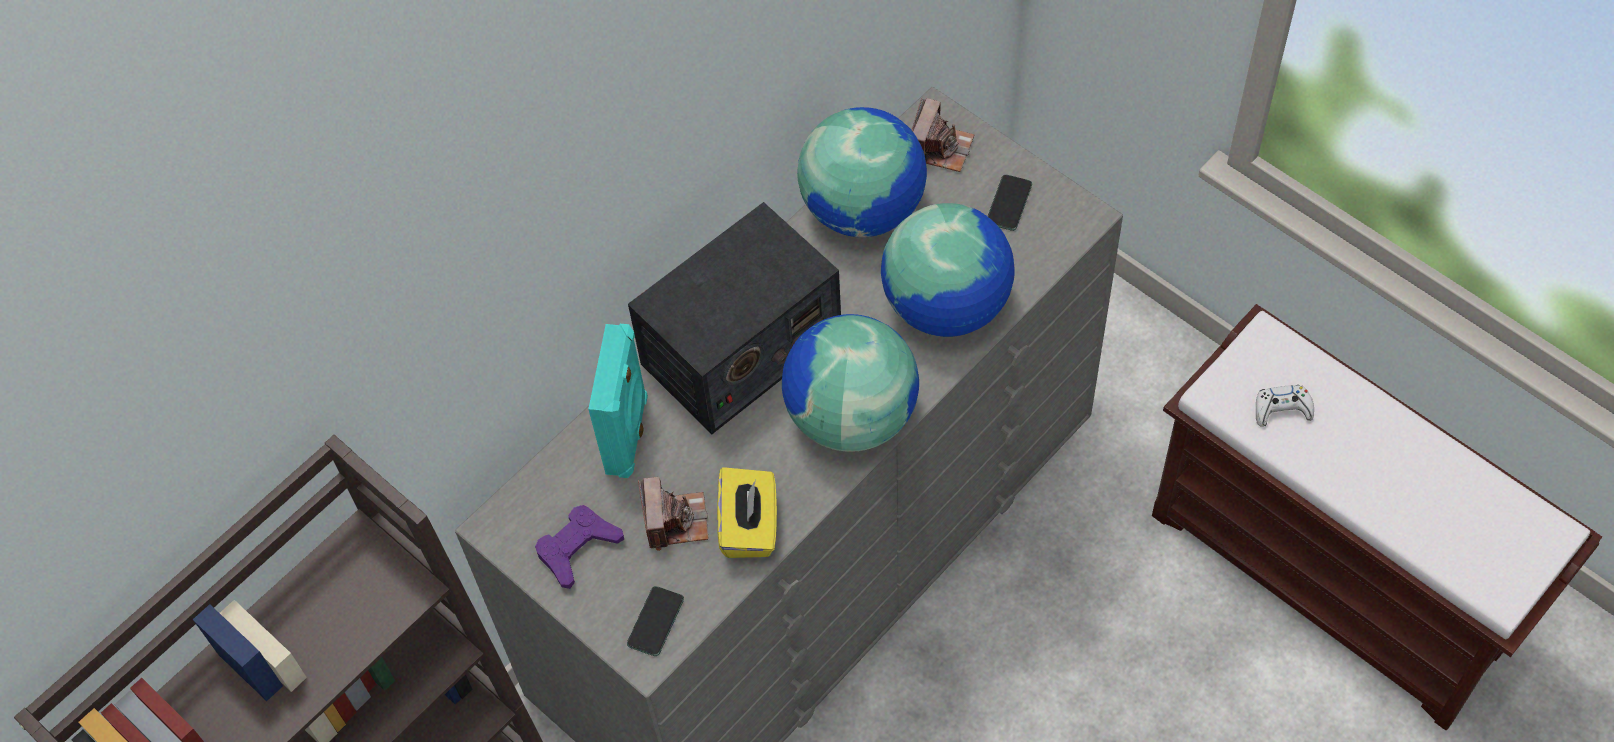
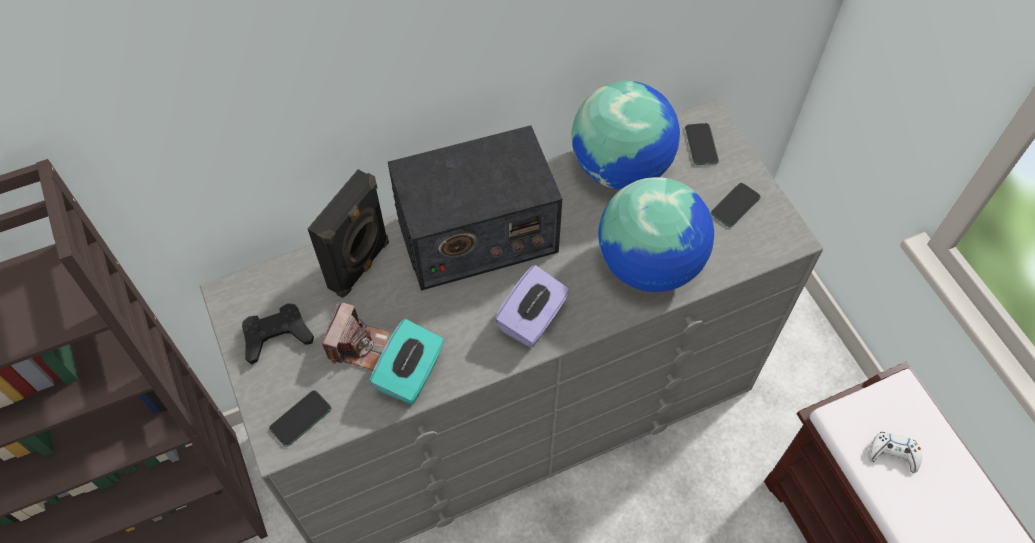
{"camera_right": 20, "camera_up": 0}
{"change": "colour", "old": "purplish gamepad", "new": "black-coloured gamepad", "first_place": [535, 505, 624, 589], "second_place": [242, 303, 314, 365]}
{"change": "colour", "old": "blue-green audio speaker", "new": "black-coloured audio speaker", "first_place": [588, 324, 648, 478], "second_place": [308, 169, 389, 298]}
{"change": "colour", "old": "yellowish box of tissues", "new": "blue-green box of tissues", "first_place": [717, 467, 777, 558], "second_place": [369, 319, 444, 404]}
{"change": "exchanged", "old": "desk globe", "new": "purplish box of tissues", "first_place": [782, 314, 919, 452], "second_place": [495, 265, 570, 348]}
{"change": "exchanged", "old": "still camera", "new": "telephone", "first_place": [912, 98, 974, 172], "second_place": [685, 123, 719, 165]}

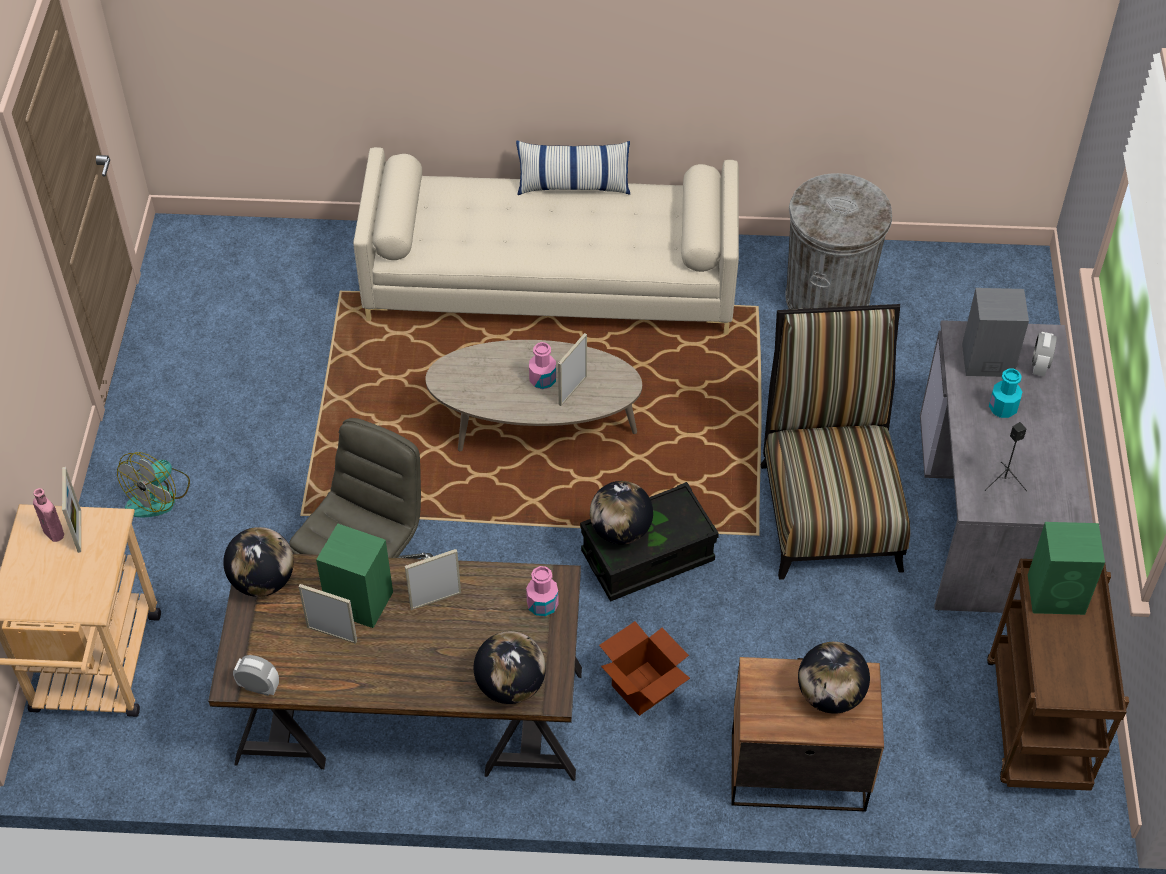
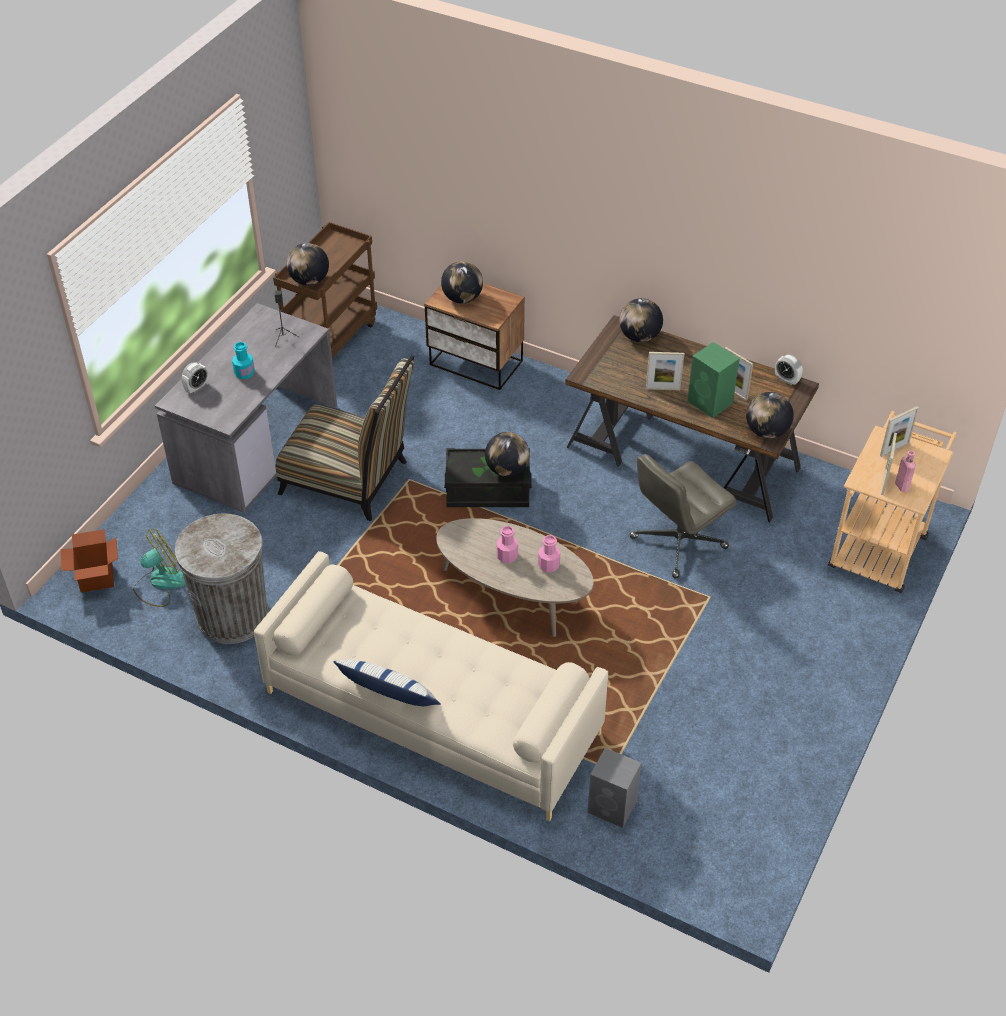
{"camera_right": -155, "camera_up": -5}
{"change": "relocated", "old": "carton", "first_place": [599, 621, 690, 716], "second_place": [60, 529, 118, 593]}
{"change": "relocated", "old": "cooling fan", "first_place": [117, 452, 190, 517], "second_place": [133, 529, 186, 607]}
{"change": "spun", "old": "chair", "first_place": [761, 304, 910, 580], "second_place": [276, 355, 414, 521], "degrees": -90}
{"change": "exchanged", "old": "green audio speaker", "new": "desk globe", "first_place": [1028, 522, 1105, 615], "second_place": [287, 243, 329, 286]}
{"change": "relocated", "old": "pinkish beverage bottle", "first_place": [526, 566, 559, 616], "second_place": [538, 535, 560, 573]}
{"change": "relocated", "old": "greyish audio speaker", "first_place": [962, 288, 1029, 377], "second_place": [587, 748, 641, 828]}
{"change": "relocated", "old": "photo frame", "first_place": [558, 333, 587, 406], "second_place": [880, 406, 919, 457]}

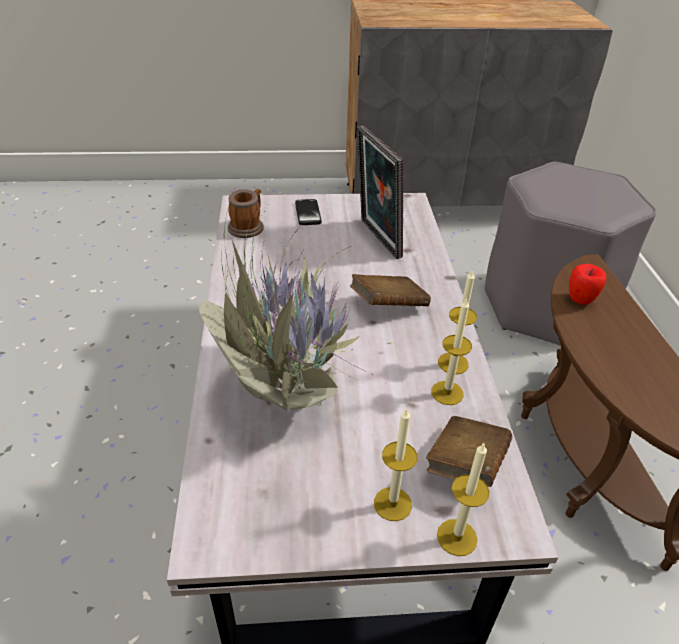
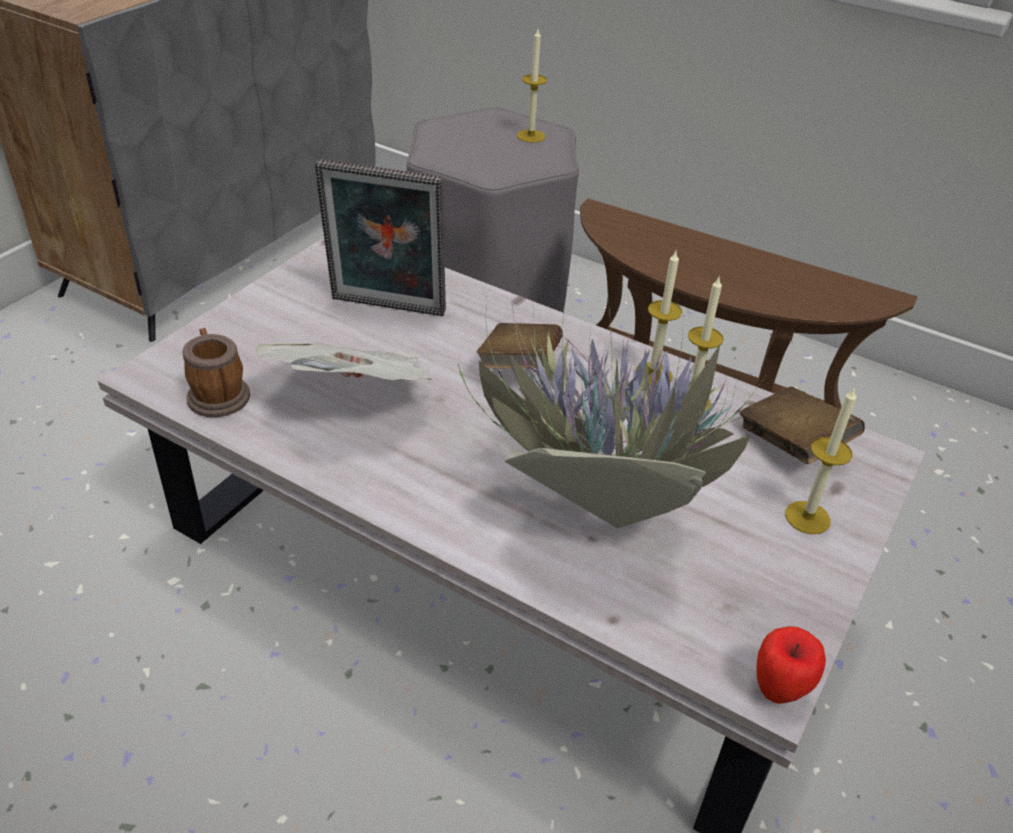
{"camera_right": -55, "camera_up": 0}
{"change": "appeared", "new": "daily paper", "second_place": [255, 342, 431, 380]}
{"change": "relocated", "old": "wax light", "first_place": [437, 443, 489, 556], "second_place": [517, 29, 547, 143]}
{"change": "relocated", "old": "apple fruit", "first_place": [569, 264, 607, 305], "second_place": [756, 626, 826, 704]}
{"change": "missing", "old": "telephone", "first_place": [295, 199, 322, 225]}

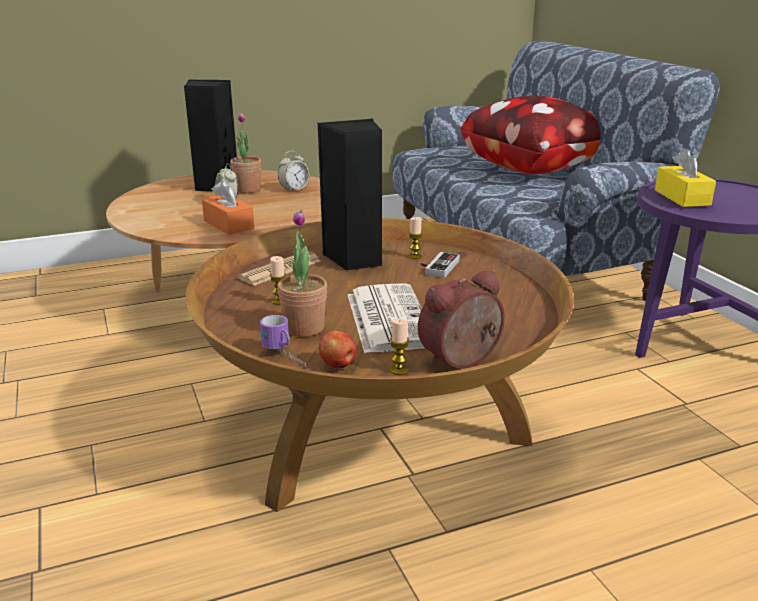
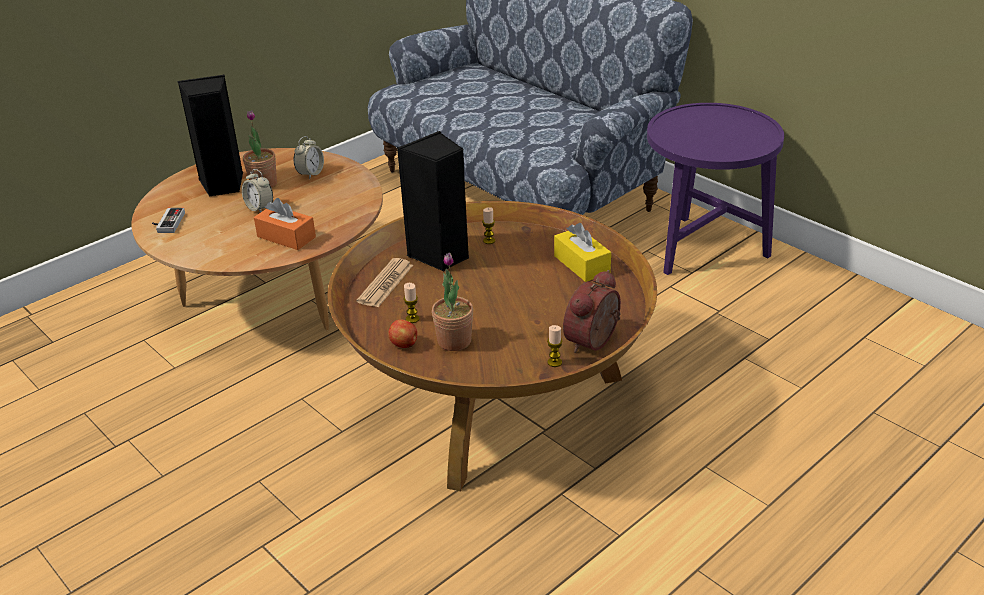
{"camera_right": -20, "camera_up": 10}
{"change": "relocated", "old": "gamepad", "first_place": [420, 252, 460, 278], "second_place": [152, 208, 185, 233]}
{"change": "relocated", "old": "apple fruit", "first_place": [319, 330, 356, 368], "second_place": [389, 320, 417, 348]}
{"change": "relocated", "old": "yellowish box of tissues", "first_place": [655, 149, 716, 207], "second_place": [554, 223, 611, 282]}
{"change": "missing", "old": "tea mug", "first_place": [260, 315, 306, 366]}
{"change": "missing", "old": "daily paper", "first_place": [348, 283, 425, 353]}
{"change": "missing", "old": "cushion", "first_place": [461, 96, 600, 174]}

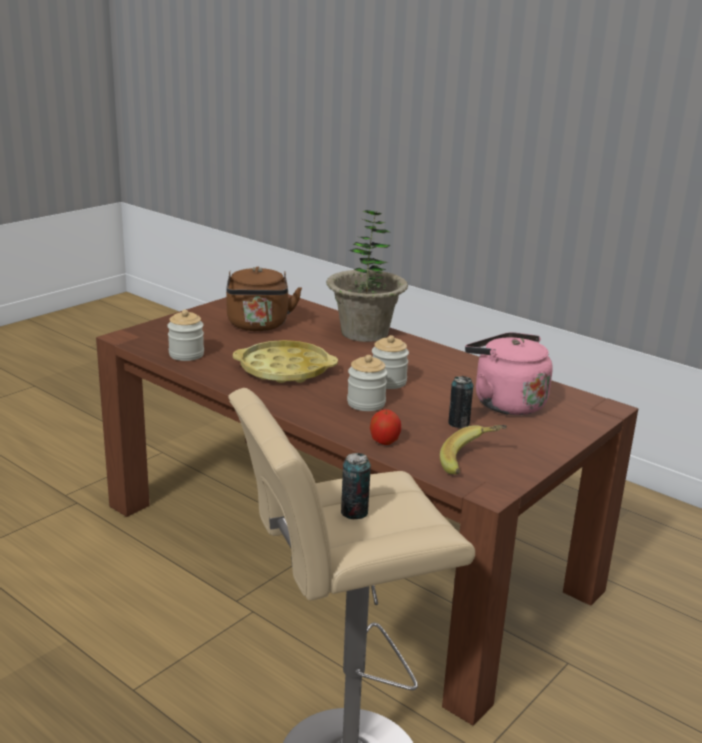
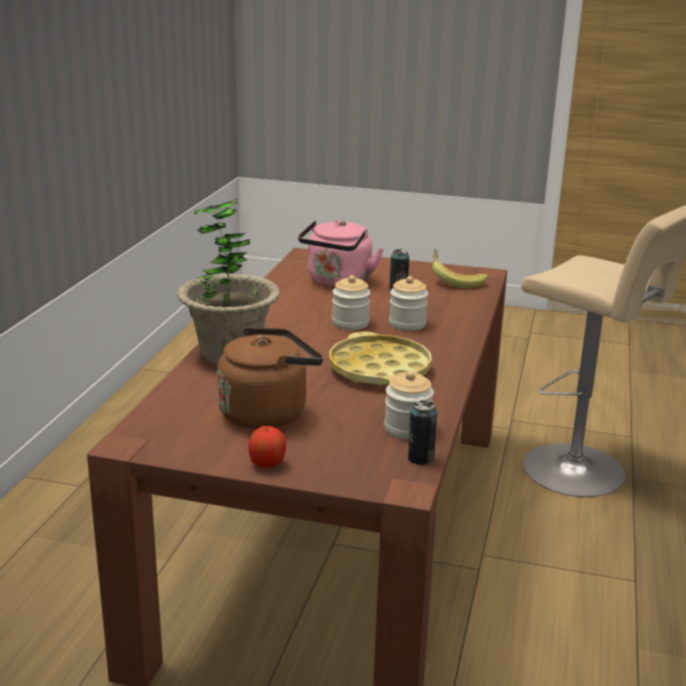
{"camera_right": -115, "camera_up": 0}
{"change": "relocated", "old": "apple fruit", "first_place": [370, 409, 401, 445], "second_place": [248, 426, 286, 468]}
{"change": "relocated", "old": "metal can", "first_place": [341, 453, 371, 519], "second_place": [408, 400, 438, 465]}

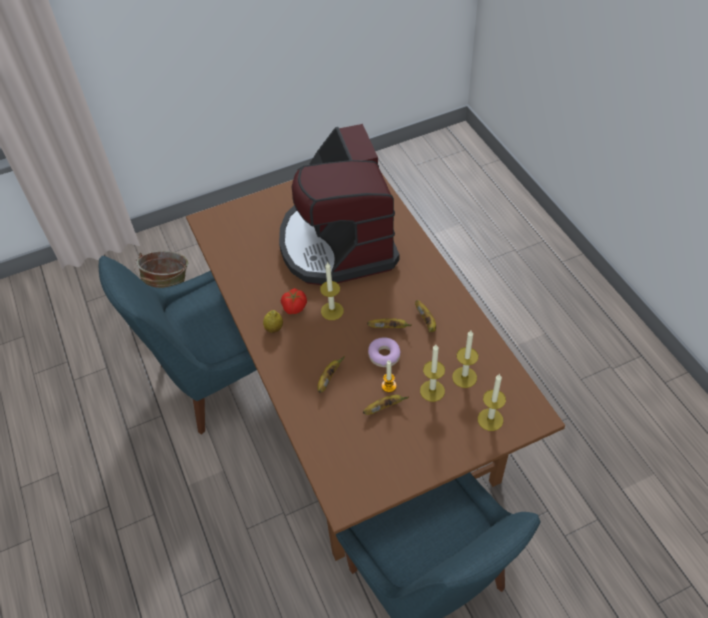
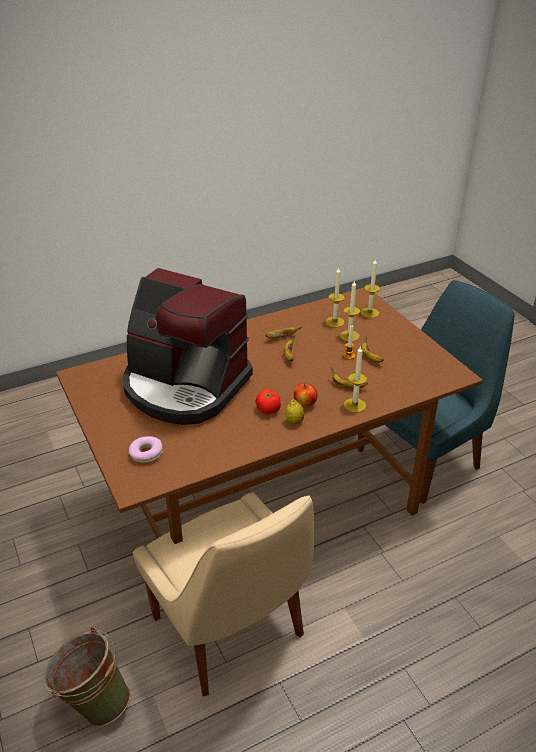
{"camera_right": -95, "camera_up": -15}
{"change": "spun", "old": "coffee machine", "first_place": [279, 124, 399, 285], "second_place": [123, 268, 253, 425], "degrees": 45}
{"change": "relocated", "old": "donut", "first_place": [368, 337, 401, 367], "second_place": [129, 436, 163, 463]}
{"change": "colour", "old": "blue-coloured chair", "new": "beige-coloured chair", "first_place": [99, 256, 257, 435], "second_place": [133, 492, 314, 696]}
{"change": "appeared", "new": "apple fruit", "second_place": [294, 383, 318, 407]}
{"change": "relocated", "old": "wax light", "first_place": [320, 261, 344, 320], "second_place": [344, 345, 367, 413]}

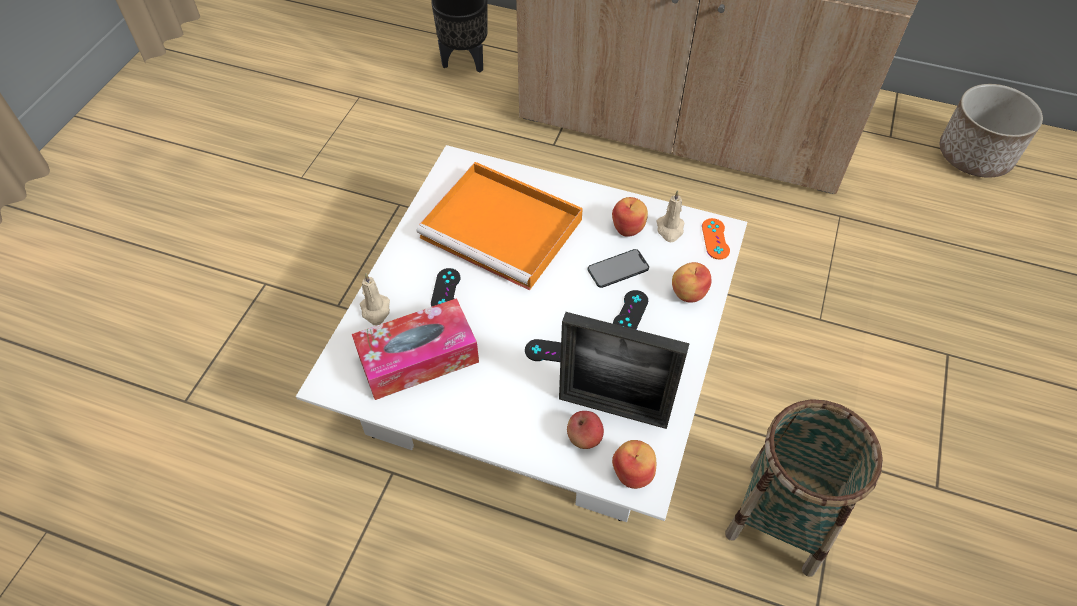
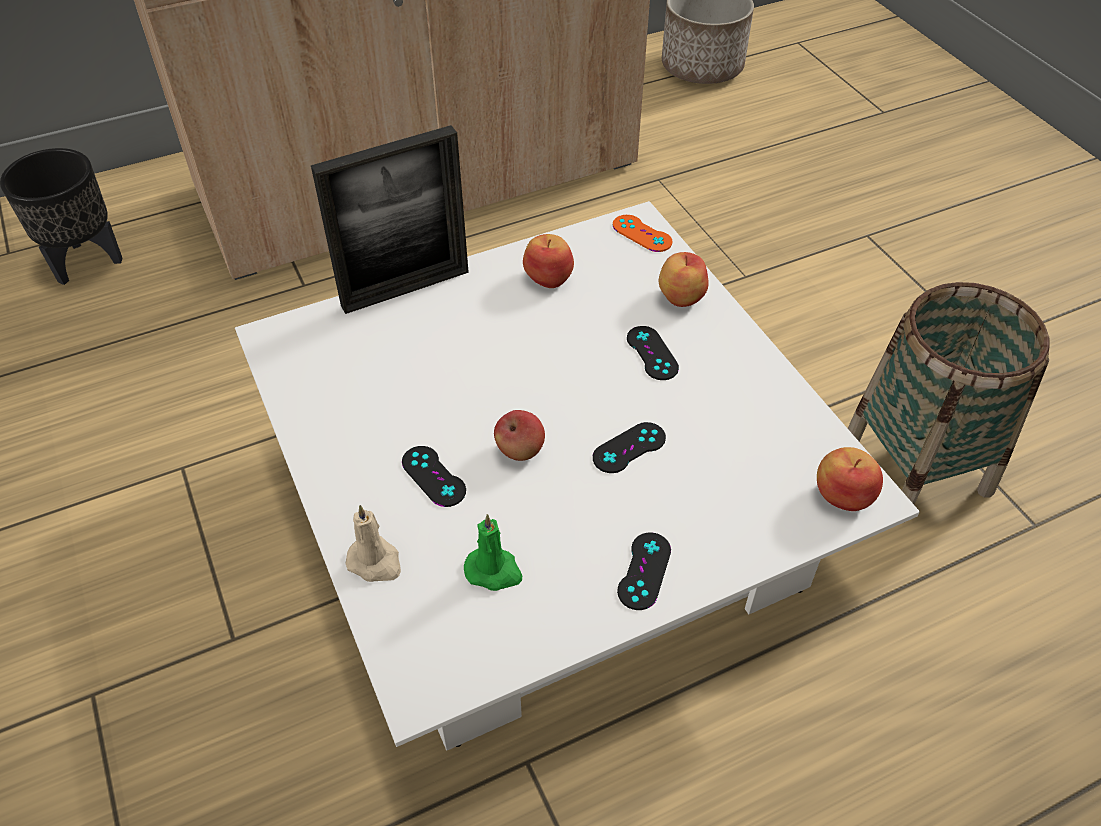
{"camera_right": -45, "camera_up": -5}
{"change": "relocated", "old": "photo frame", "first_place": [559, 312, 690, 429], "second_place": [311, 125, 469, 314]}
{"change": "exchanged", "old": "box of tissues", "new": "green wax light", "first_place": [352, 298, 479, 400], "second_place": [464, 514, 522, 591]}
{"change": "relocated", "old": "apple fruit", "first_place": [567, 411, 604, 449], "second_place": [494, 410, 545, 461]}
{"change": "appeared", "new": "black-coloured gamepad", "second_place": [617, 532, 671, 610]}
{"change": "missing", "old": "orangey carrying tray", "first_place": [416, 162, 583, 291]}
{"change": "missing", "old": "telephone", "first_place": [588, 249, 649, 288]}
{"change": "missing", "old": "beige-coloured wax light", "first_place": [657, 190, 685, 242]}

